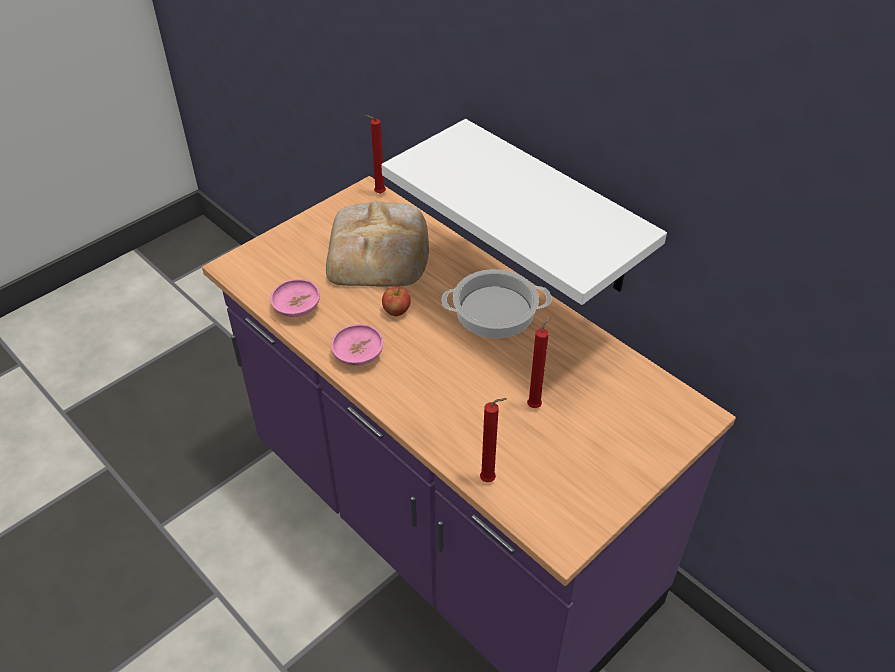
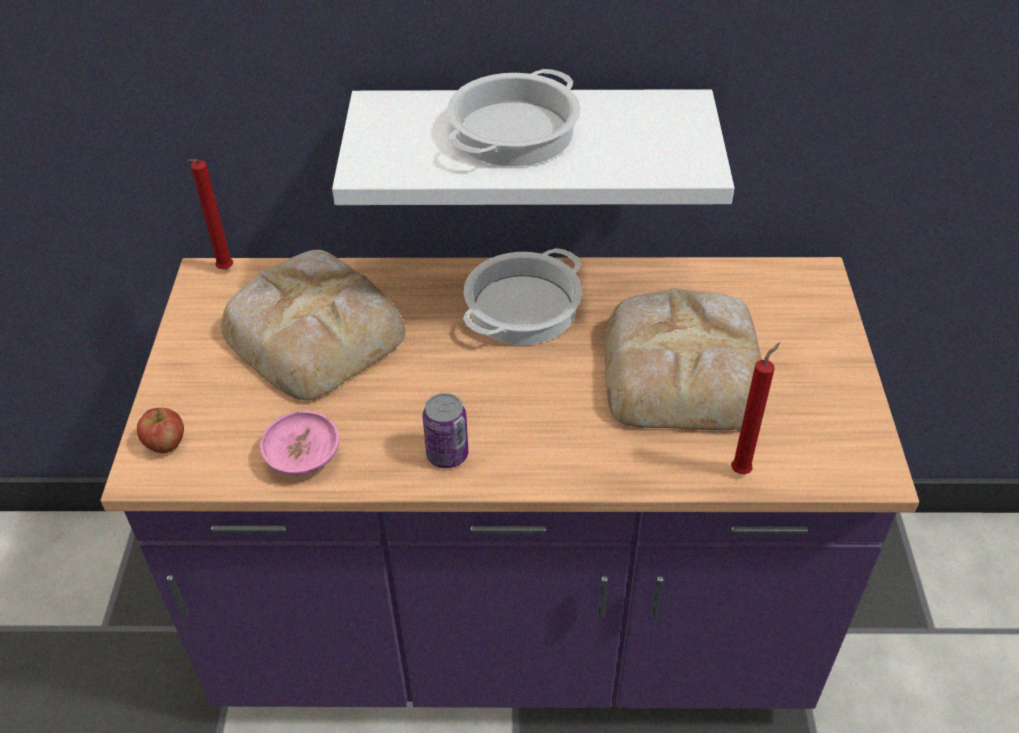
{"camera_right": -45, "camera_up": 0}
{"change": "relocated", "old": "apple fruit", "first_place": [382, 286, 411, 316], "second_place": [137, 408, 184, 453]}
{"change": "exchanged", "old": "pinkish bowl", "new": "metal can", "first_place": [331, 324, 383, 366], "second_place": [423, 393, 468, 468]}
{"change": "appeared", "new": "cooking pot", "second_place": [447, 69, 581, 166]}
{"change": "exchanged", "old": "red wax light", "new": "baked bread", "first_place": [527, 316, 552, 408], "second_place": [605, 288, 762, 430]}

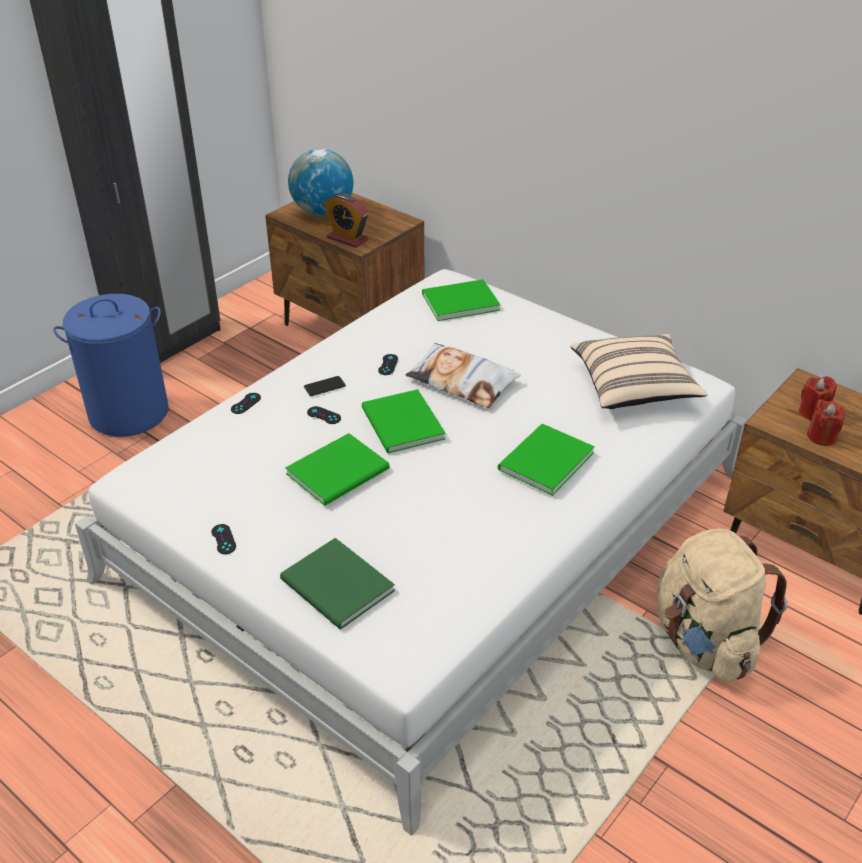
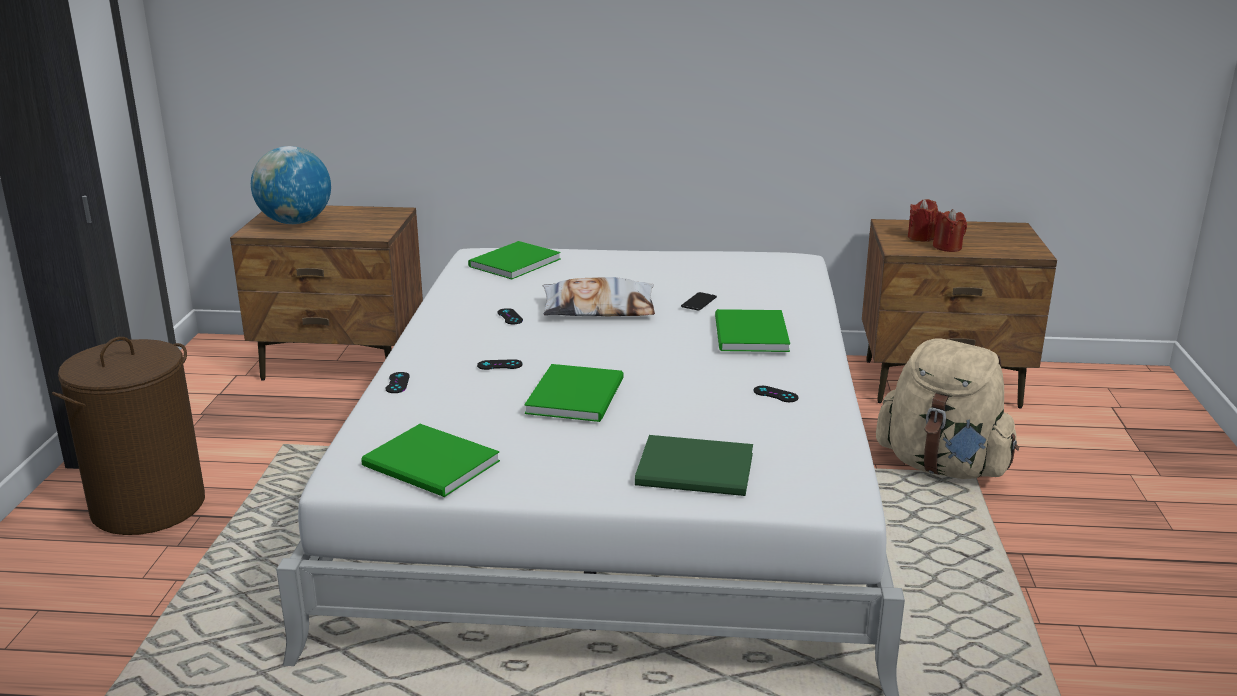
{"camera_right": -35, "camera_up": -15}
{"change": "colour", "old": "blue-coloured hamper", "new": "brown-coloured hamper", "first_place": [53, 294, 169, 437], "second_place": [52, 337, 205, 535]}
{"change": "relocated", "old": "green volume", "first_place": [362, 389, 446, 454], "second_place": [361, 424, 500, 497]}
{"change": "relocated", "old": "telephone", "first_place": [304, 376, 346, 396], "second_place": [681, 292, 717, 310]}
{"change": "relocated", "old": "black-coloured gamepad", "first_place": [211, 524, 236, 554], "second_place": [754, 386, 798, 402]}
{"change": "missing", "old": "bedside clock", "first_place": [323, 193, 369, 248]}
{"change": "missing", "old": "beige-coloured cushion", "first_place": [571, 334, 708, 409]}

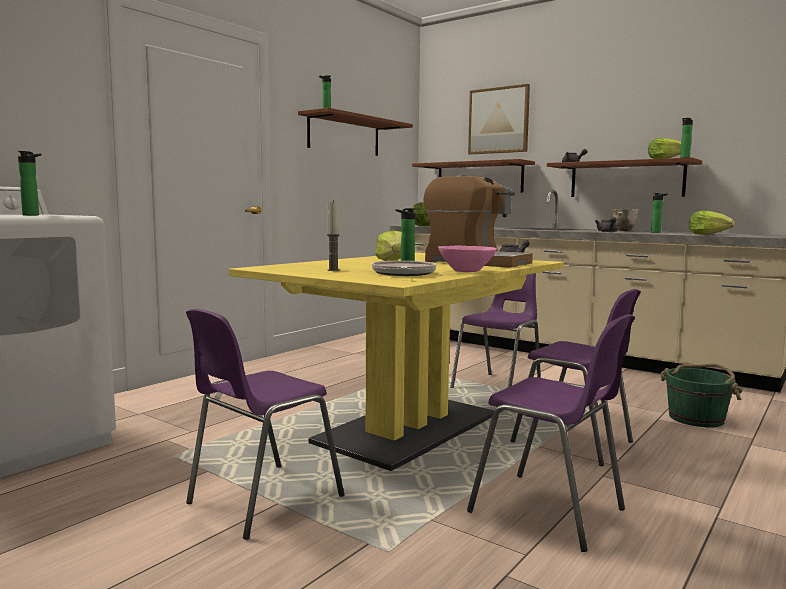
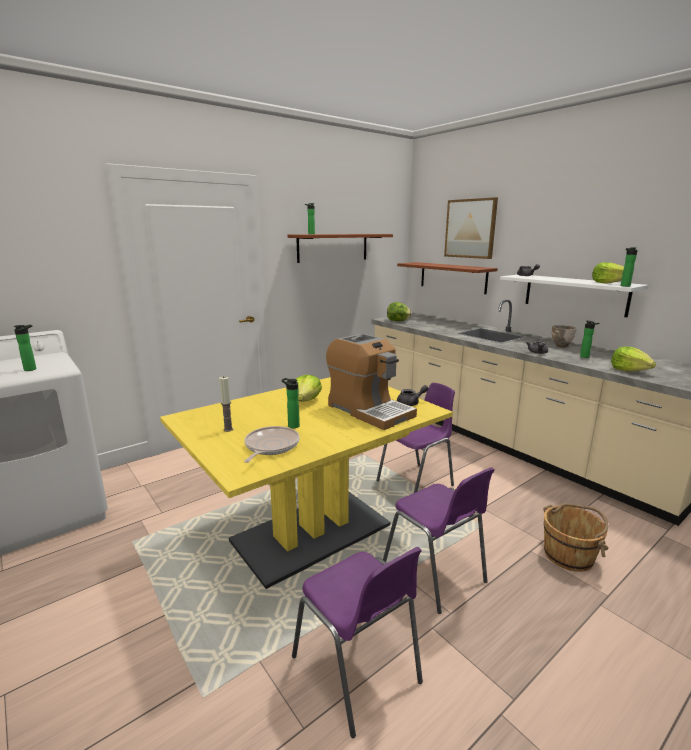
{"camera_right": 15, "camera_up": 10}
{"change": "colour", "old": "brown-coloured shelf", "new": "white shelf", "first_place": [547, 157, 702, 197], "second_place": [500, 275, 648, 317]}
{"change": "colour", "old": "green bucket", "new": "brown-coloured bucket", "first_place": [660, 363, 742, 427], "second_place": [544, 503, 609, 572]}
{"change": "missing", "old": "purplish chair", "first_place": [186, 309, 345, 540]}
{"change": "missing", "old": "pinkish bowl", "first_place": [438, 246, 497, 272]}

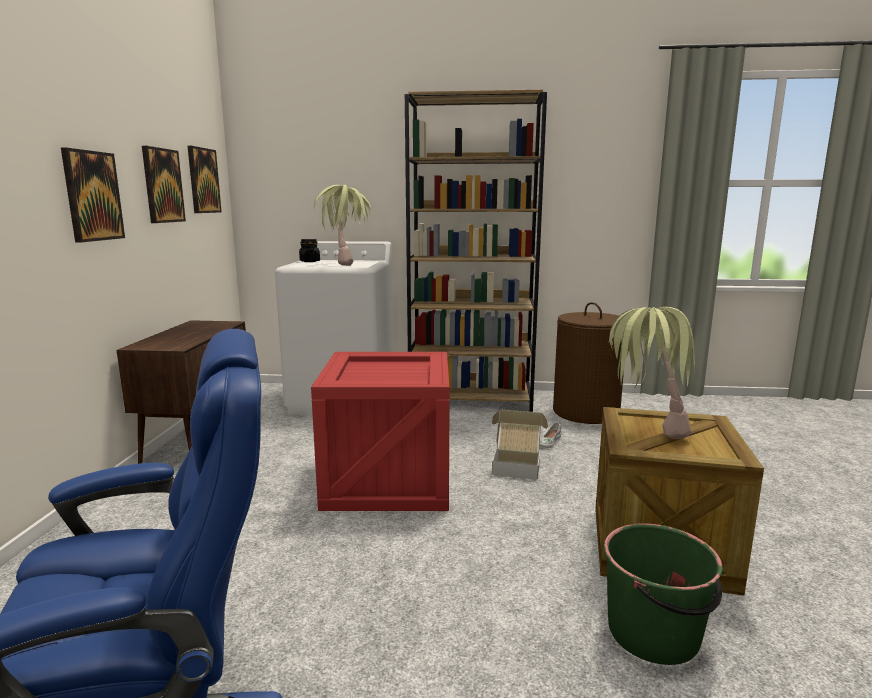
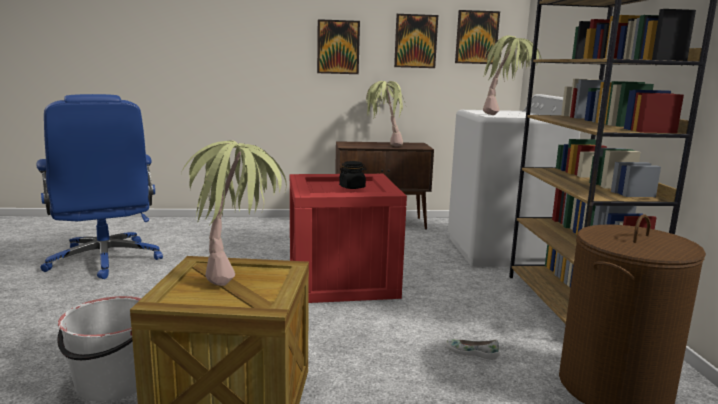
{"camera_right": 80, "camera_up": 0}
{"change": "colour", "old": "green bucket", "new": "white bucket", "first_place": [604, 523, 723, 665], "second_place": [57, 296, 142, 402]}
{"change": "relocated", "old": "black-coloured jar", "first_place": [299, 239, 320, 262], "second_place": [339, 161, 366, 189]}
{"change": "appeared", "new": "houseplant", "second_place": [366, 81, 405, 147]}
{"change": "missing", "old": "carton", "first_place": [492, 409, 548, 480]}

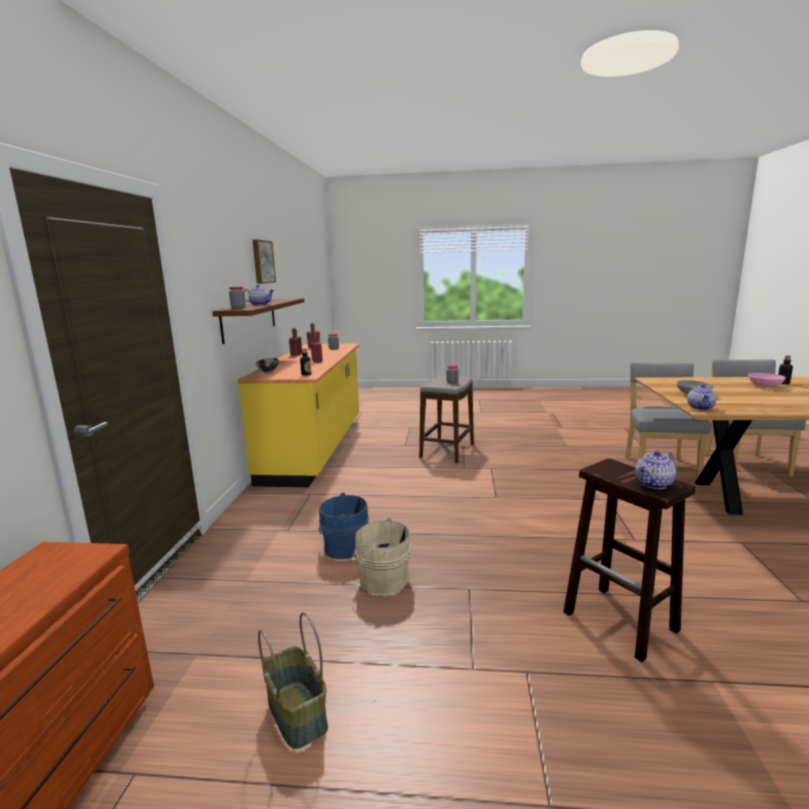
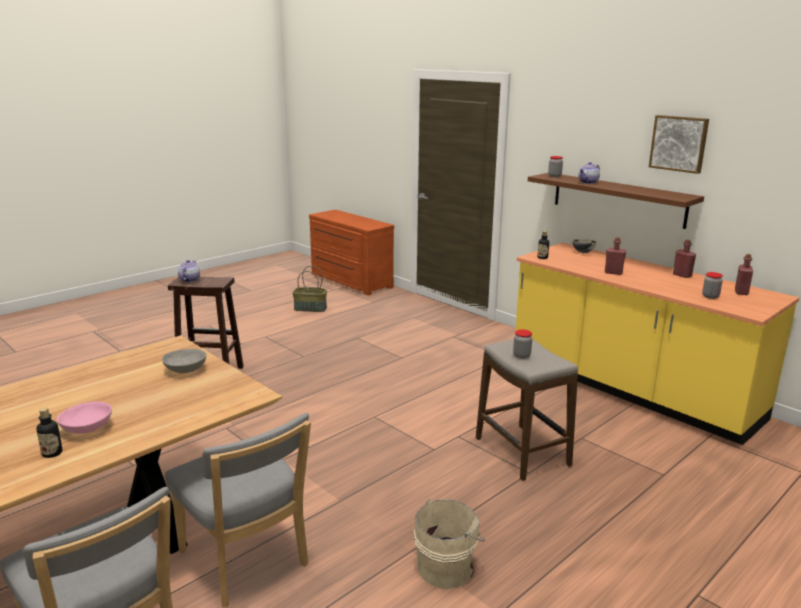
{"camera_right": 130, "camera_up": 5}
{"change": "relocated", "old": "beige-coloured bucket", "first_place": [352, 518, 411, 594], "second_place": [413, 499, 486, 589]}
{"change": "missing", "old": "blue-coloured bucket", "first_place": [319, 493, 369, 559]}
{"change": "missing", "old": "pot for tea", "first_place": [687, 384, 716, 410]}

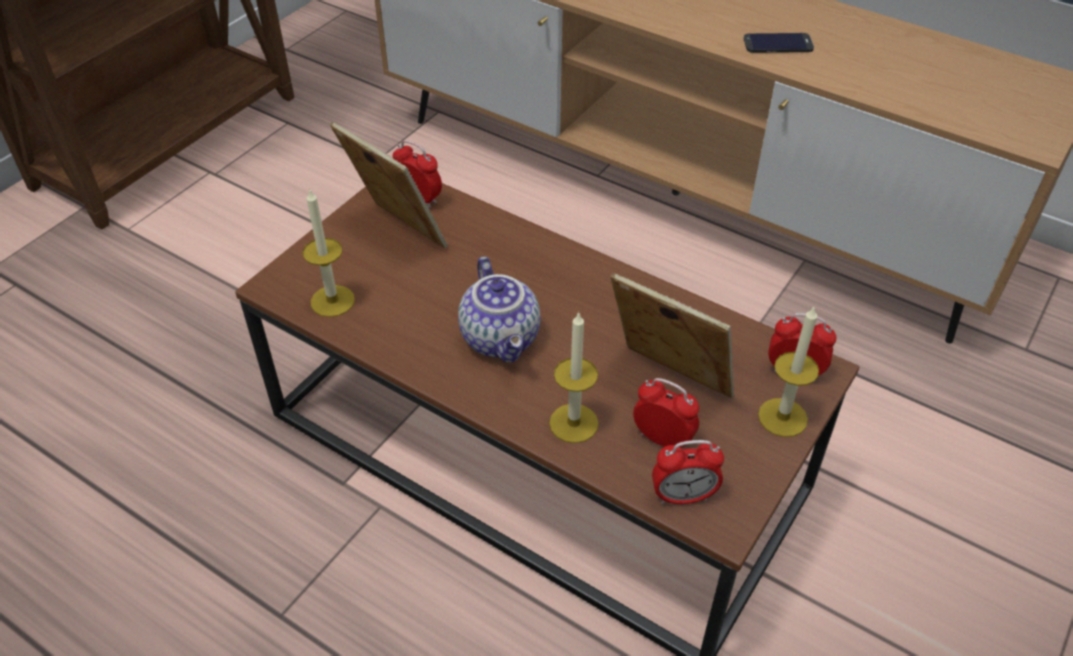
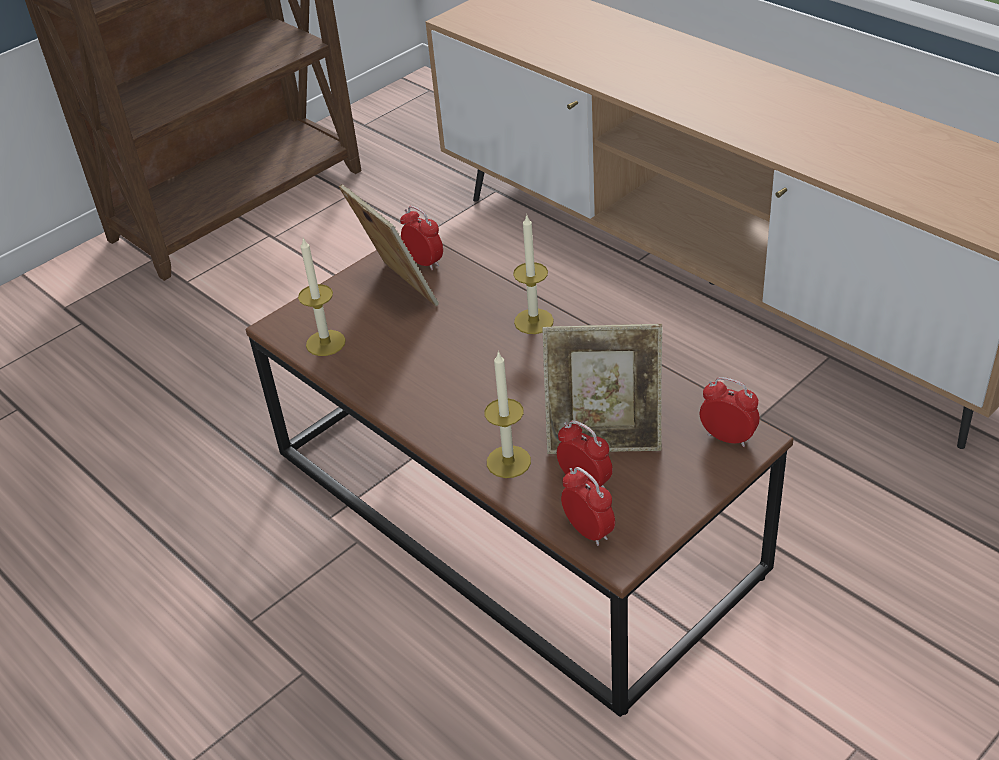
{"camera_right": 15, "camera_up": -5}
{"change": "relocated", "old": "wax light", "first_place": [758, 305, 819, 437], "second_place": [513, 214, 554, 334]}
{"change": "spun", "old": "photo frame", "first_place": [610, 273, 734, 398], "second_place": [543, 324, 662, 454], "degrees": 135}
{"change": "spun", "old": "bedside clock", "first_place": [652, 440, 724, 504], "second_place": [561, 467, 615, 546], "degrees": -135}
{"change": "missing", "old": "pot for tea", "first_place": [458, 256, 541, 362]}
{"change": "missing", "old": "telephone", "first_place": [744, 33, 814, 53]}

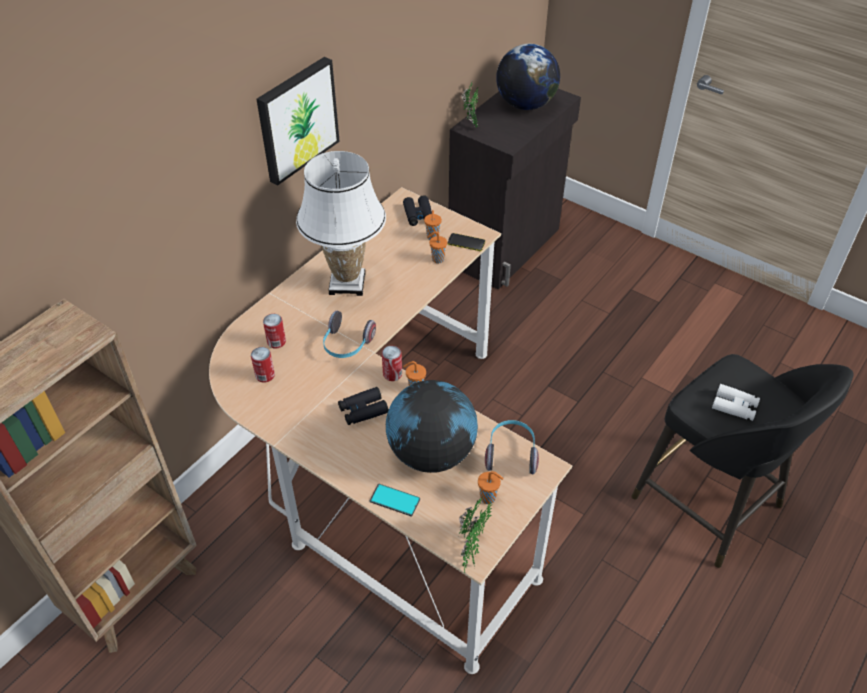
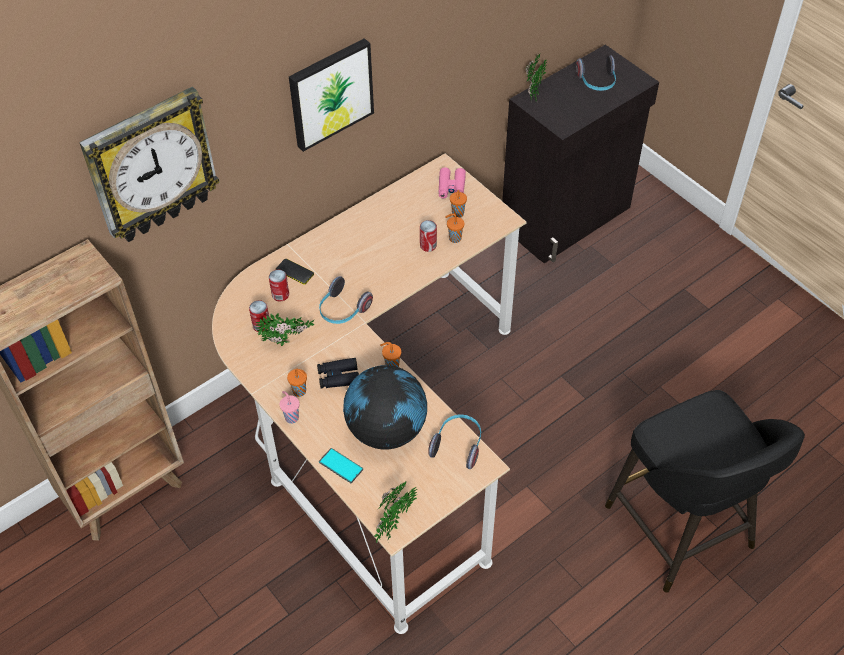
{"camera_right": 15, "camera_up": 5}
{"change": "appeared", "new": "hanging clock", "second_place": [79, 87, 220, 242]}
{"change": "appeared", "new": "houseplant", "second_place": [256, 313, 314, 346]}
{"change": "relocated", "old": "telephone", "first_place": [447, 233, 485, 251], "second_place": [276, 259, 314, 285]}
{"change": "appeared", "new": "pinkish drinking cup", "second_place": [279, 391, 300, 424]}
{"change": "relocated", "old": "orangey drinking cup", "first_place": [478, 471, 503, 504], "second_place": [287, 369, 307, 397]}
{"change": "relocated", "old": "metal can", "first_place": [382, 346, 402, 381], "second_place": [420, 220, 437, 252]}
{"change": "colour", "old": "black-coloured binoculars", "new": "pinkish binoculars", "first_place": [403, 195, 432, 226], "second_place": [439, 167, 466, 198]}
{"change": "exchanged", "old": "desk globe", "new": "headphones", "first_place": [496, 44, 560, 110], "second_place": [576, 56, 616, 91]}
{"change": "missing", "old": "white lamp for a table", "first_place": [296, 151, 386, 296]}
{"change": "missing", "old": "white binoculars", "first_place": [712, 384, 760, 421]}

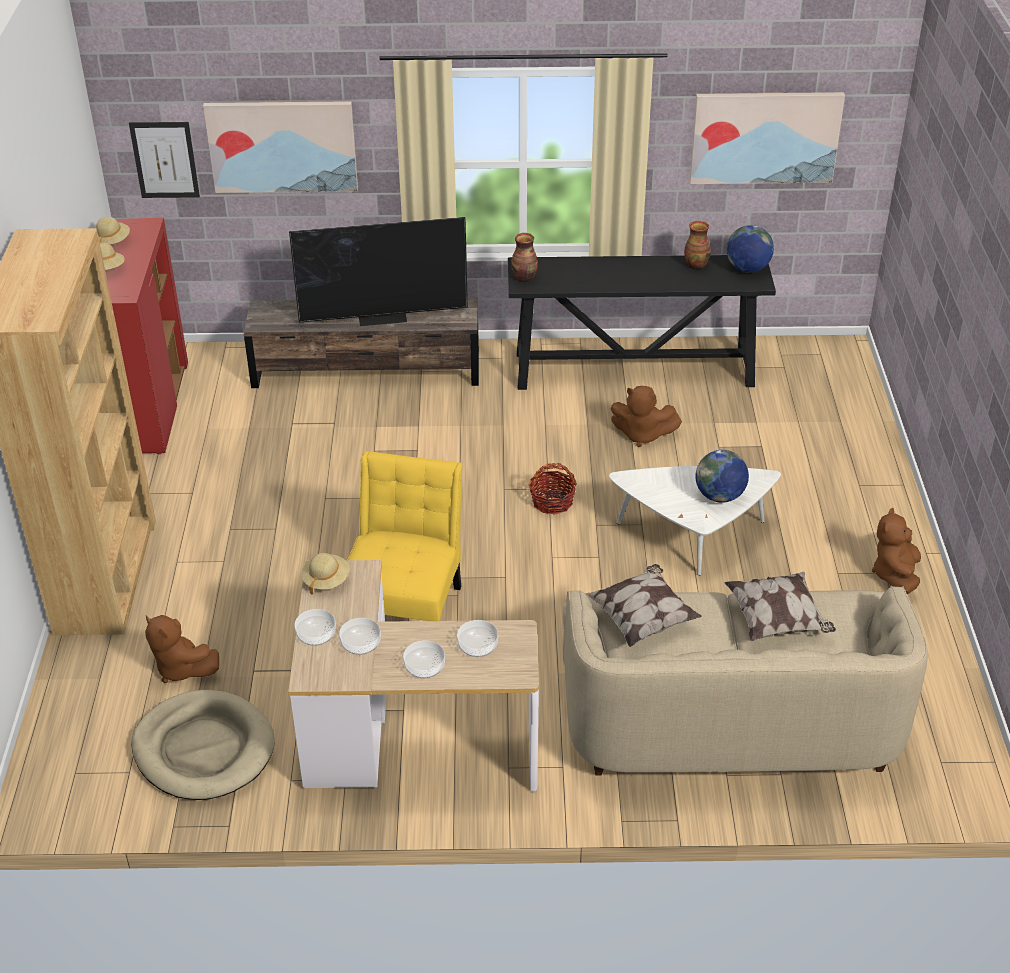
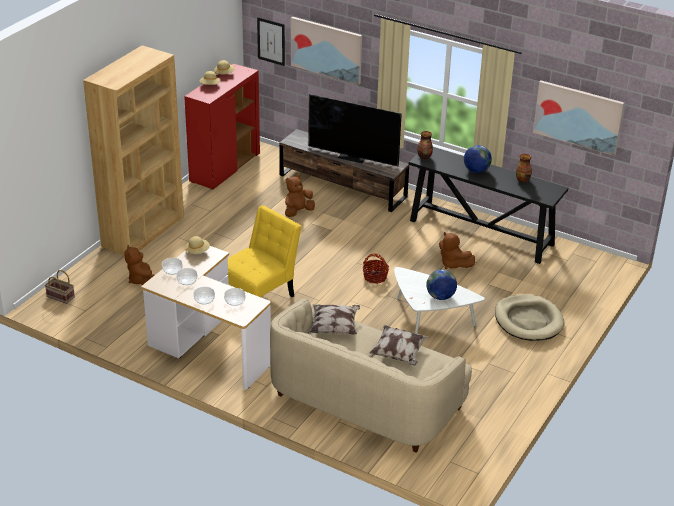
{"camera_right": 30, "camera_up": -5}
{"change": "appeared", "new": "storage basket", "second_place": [45, 270, 75, 304]}
{"change": "relocated", "old": "brown-coloured plush toy", "first_place": [872, 508, 921, 594], "second_place": [285, 175, 315, 217]}
{"change": "relocated", "old": "desk globe", "first_place": [727, 225, 774, 272], "second_place": [464, 145, 492, 173]}
{"change": "relocated", "old": "beige-coloured pet bed", "first_place": [131, 690, 275, 800], "second_place": [495, 294, 564, 341]}

